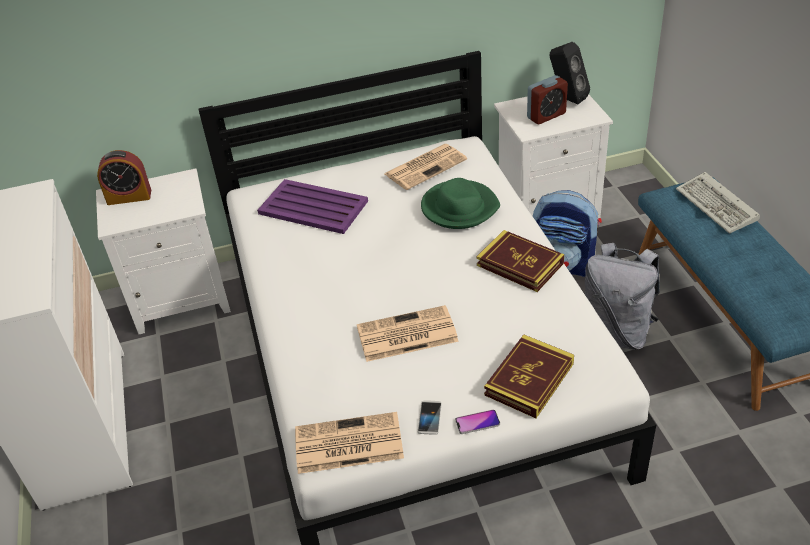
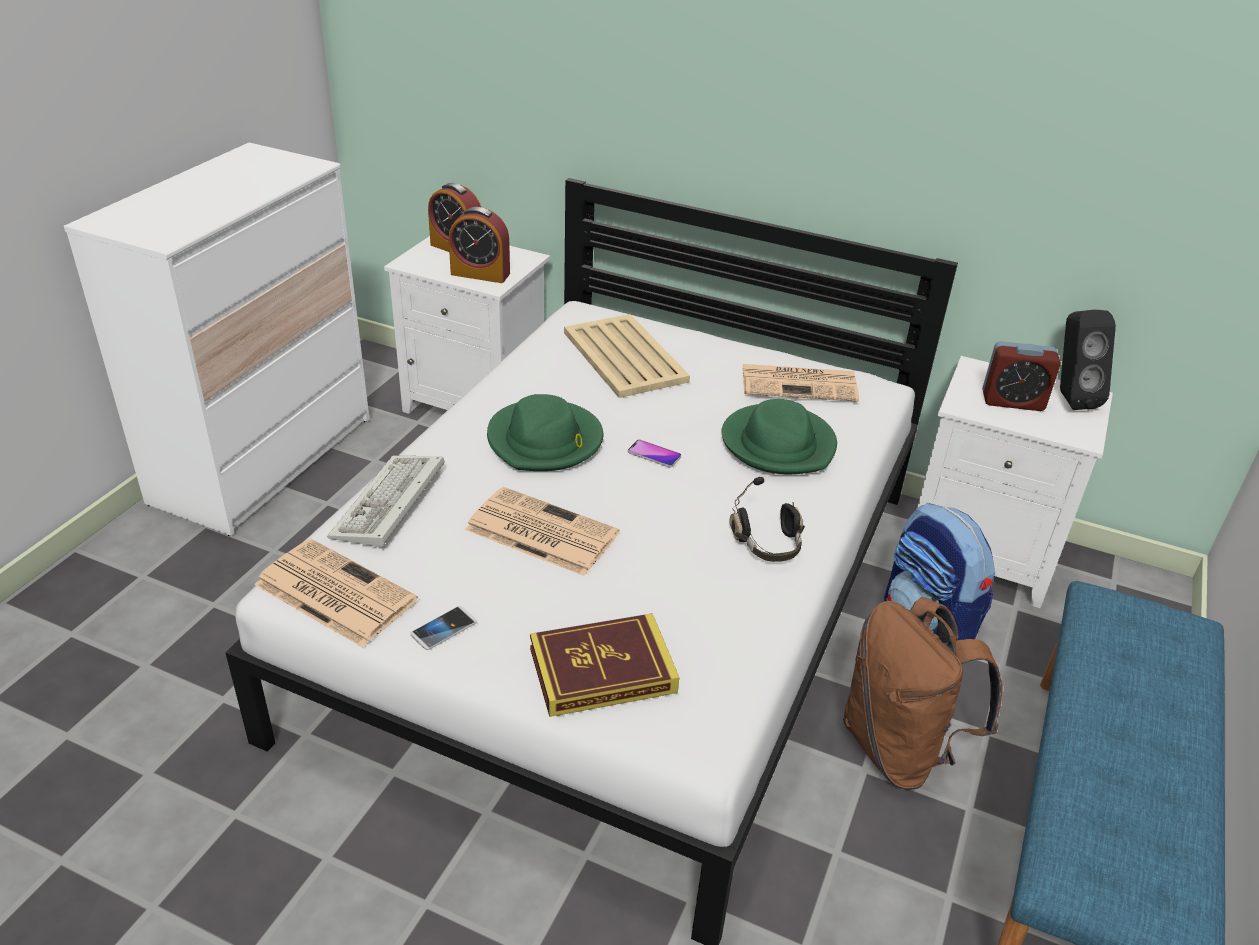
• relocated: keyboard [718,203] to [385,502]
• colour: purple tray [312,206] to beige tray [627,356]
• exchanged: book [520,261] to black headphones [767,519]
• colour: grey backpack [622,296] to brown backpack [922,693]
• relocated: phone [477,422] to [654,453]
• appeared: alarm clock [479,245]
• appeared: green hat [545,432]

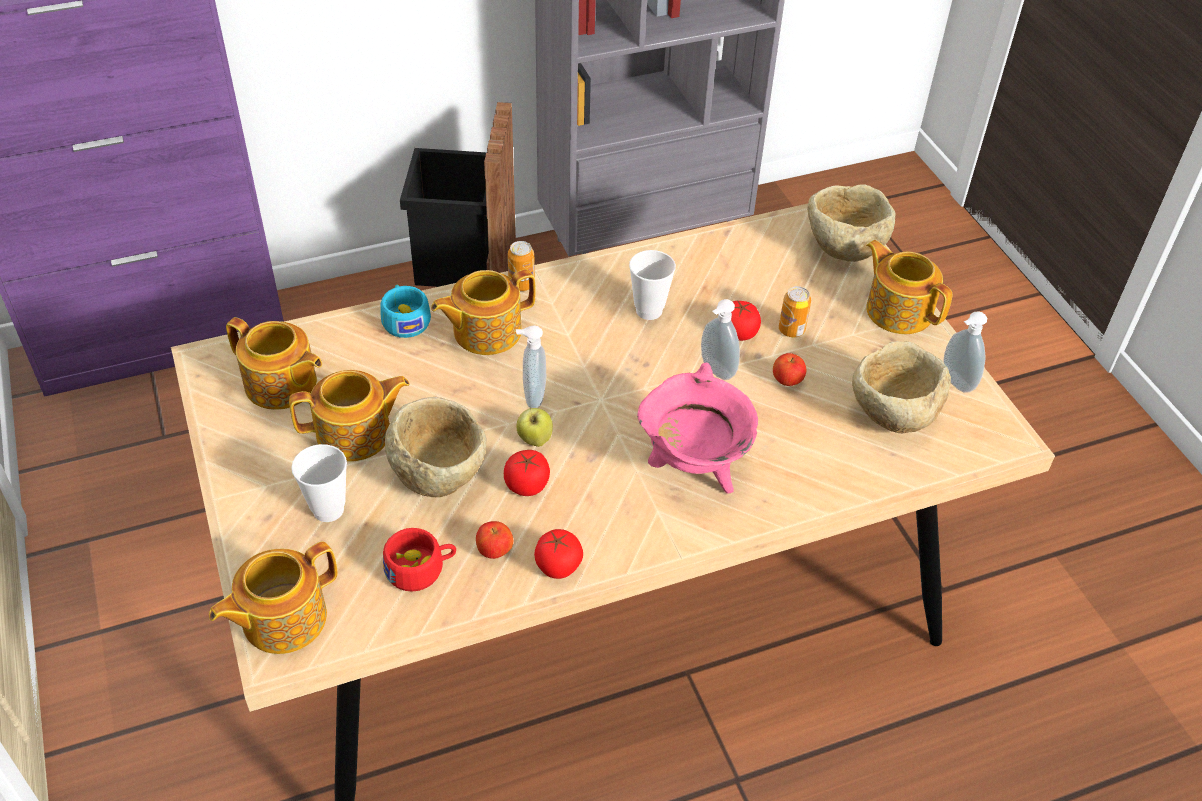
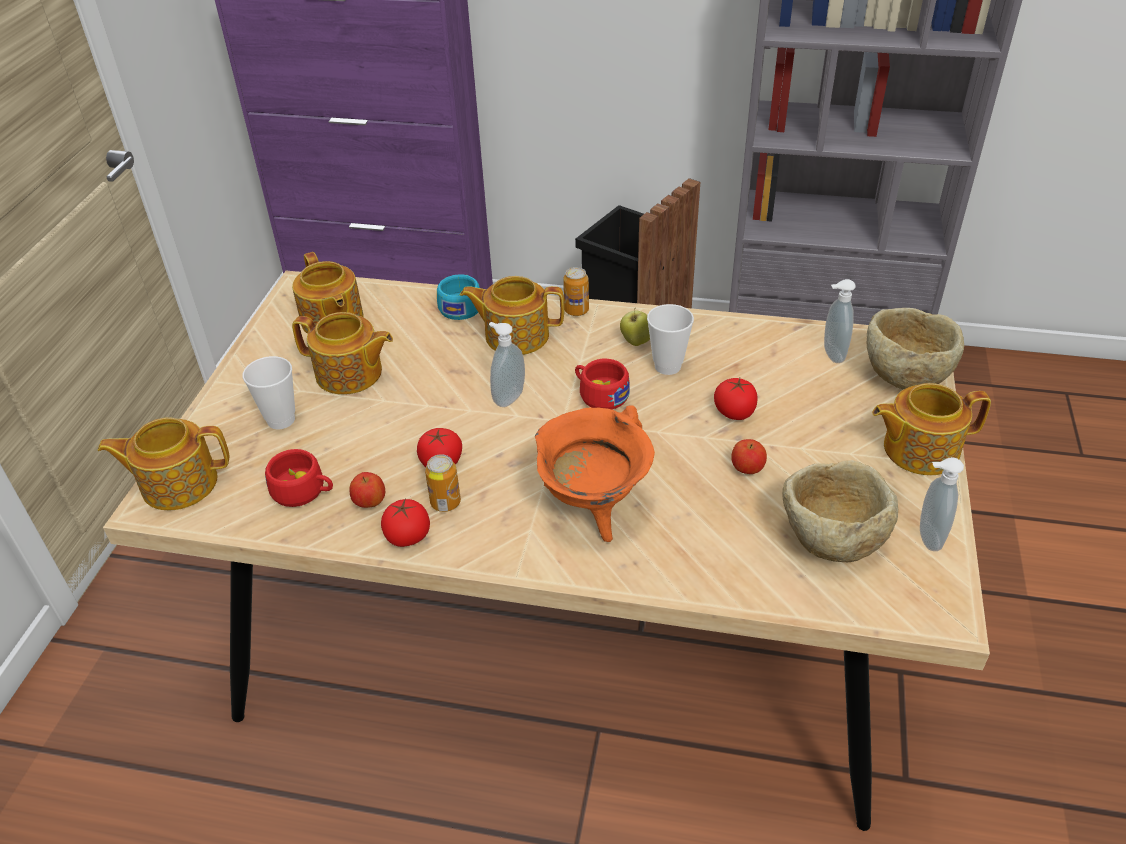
• spun: teapot [909,287] = [931,429] 90 degrees counterclockwise
• relocated: can [795,311] to [443,483]
• relocated: soap dispenser [720,339] to [840,321]
• colour: pink cooking pot [697,428] to orange cooking pot [595,473]
• missing: beige bowl [436,447]
• relocated: apple [535,427] to [635,326]
• appeared: red cup [602,384]

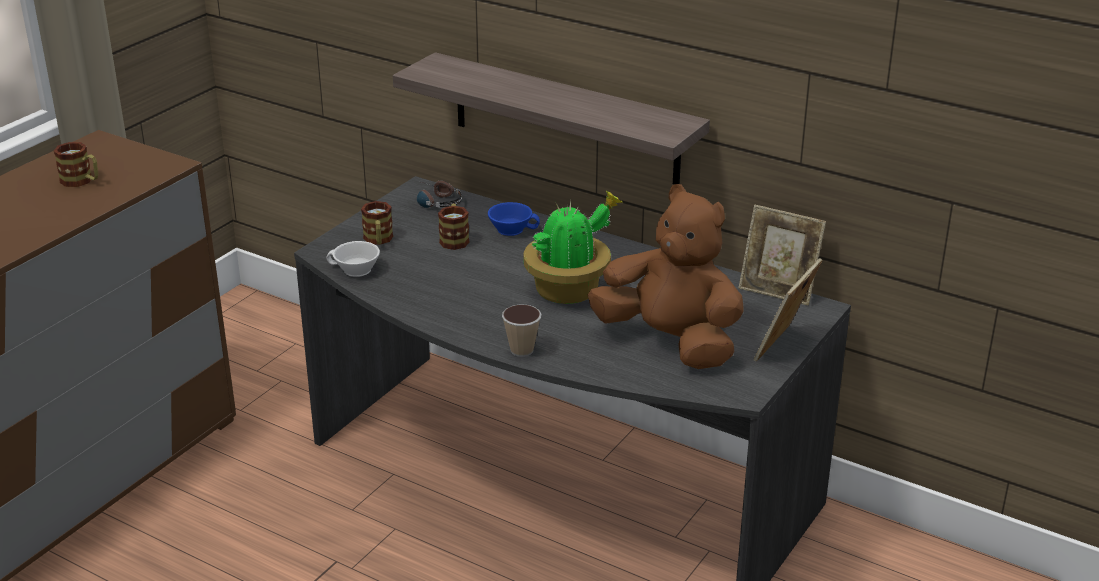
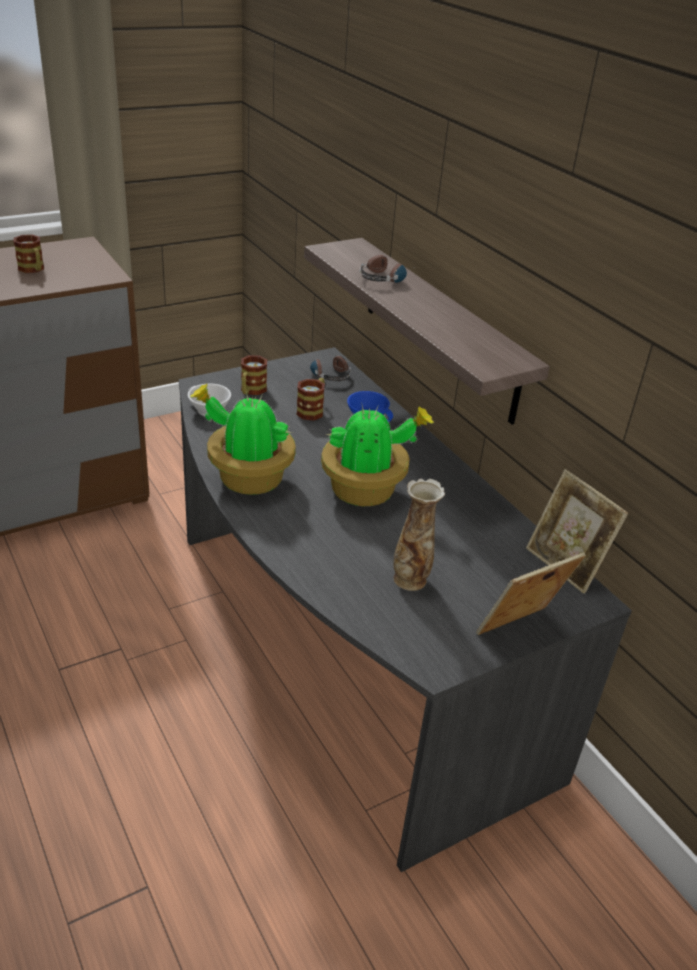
• exchanged: brown plush toy [666,276] to vase [419,535]
• missing: cup [521,330]
• appeared: headphones [387,269]
• appeared: potted plant [243,439]

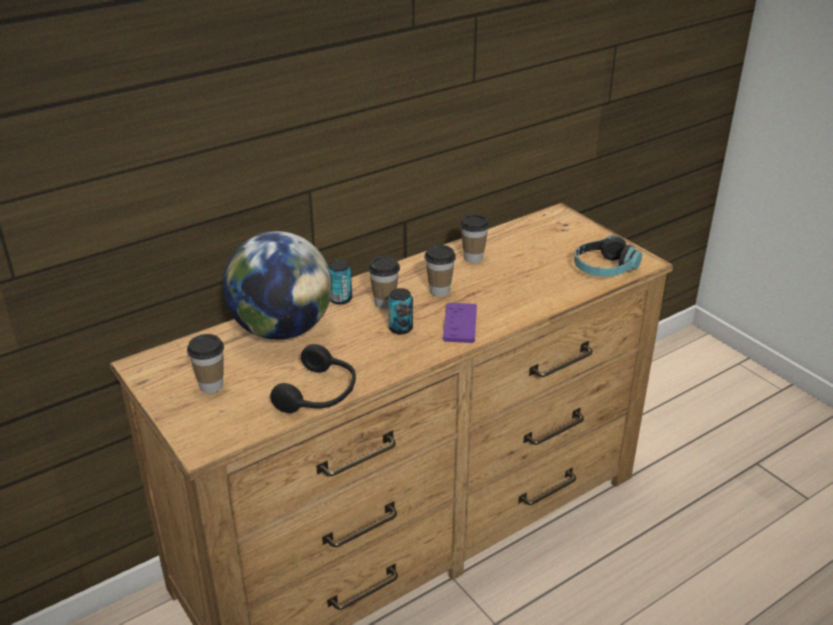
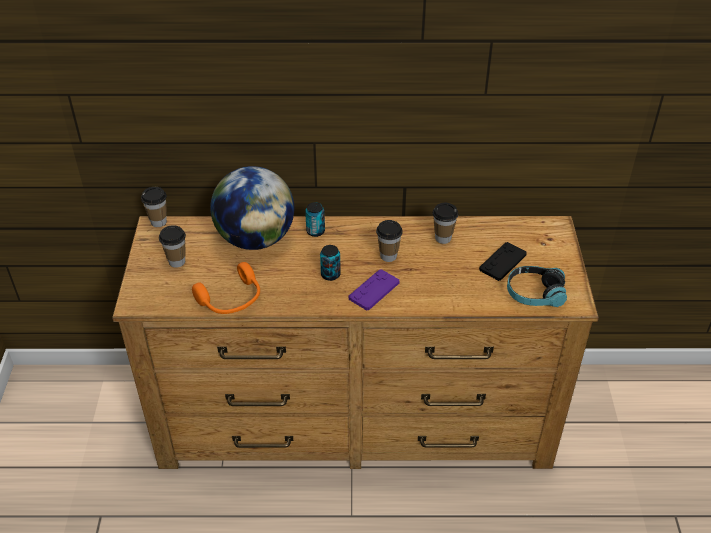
• relocated: cup [384,282] to [154,207]
• colour: black headphones [313,378] to orange headphones [226,288]
• appeared: black game controller [503,261]

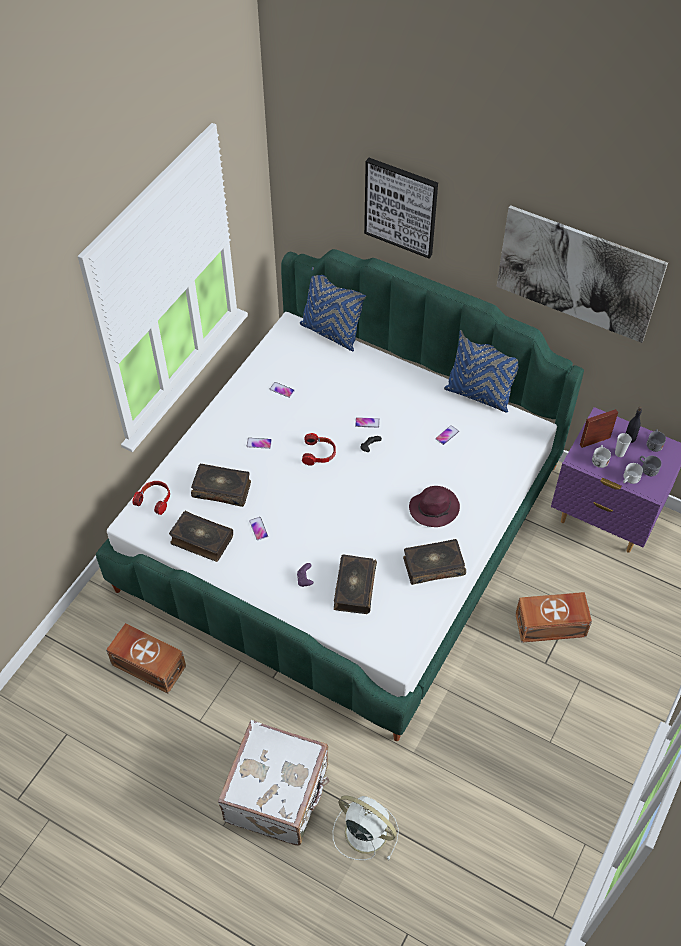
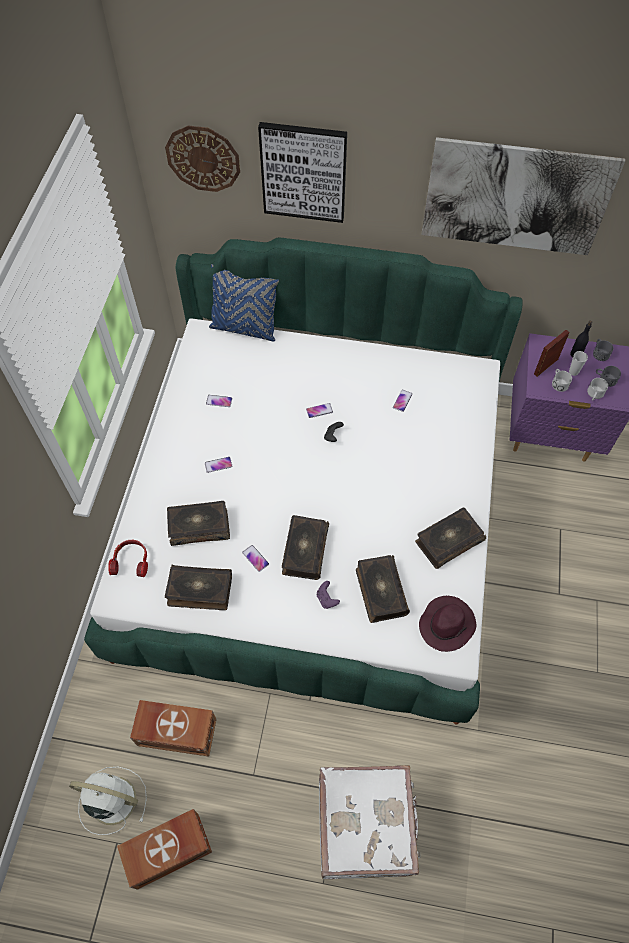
• missing: blue pillow [481,371]
• missing: headphones [319,449]
• relocated: purple hat [434,506] to [447,624]
• relocated: brown storage box [553,617] to [164,849]
• relocated: white fan [366,828] to [108,801]
• appeared: wall clock [202,158]
• appeared: book [305,547]

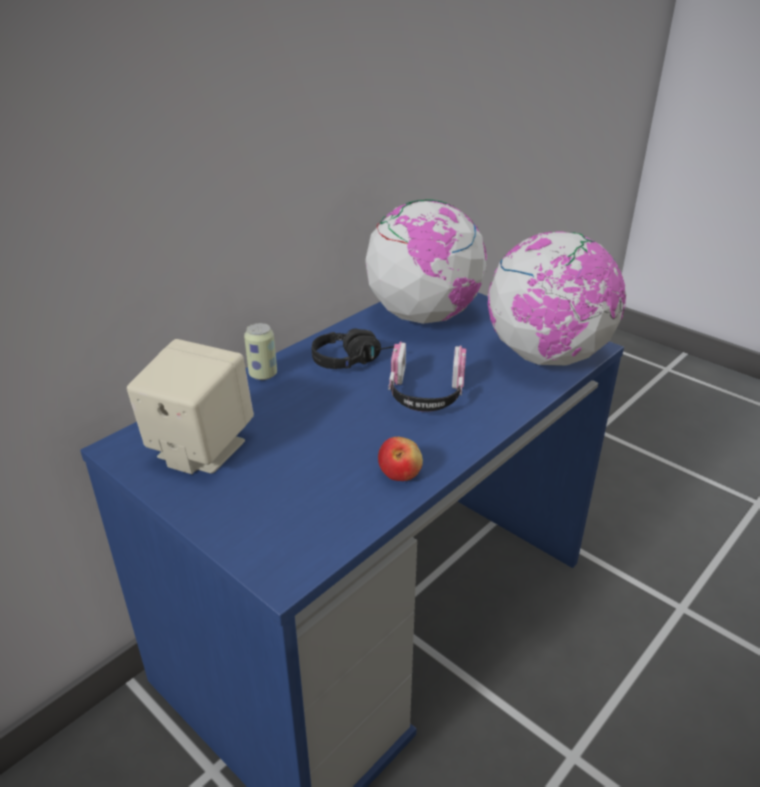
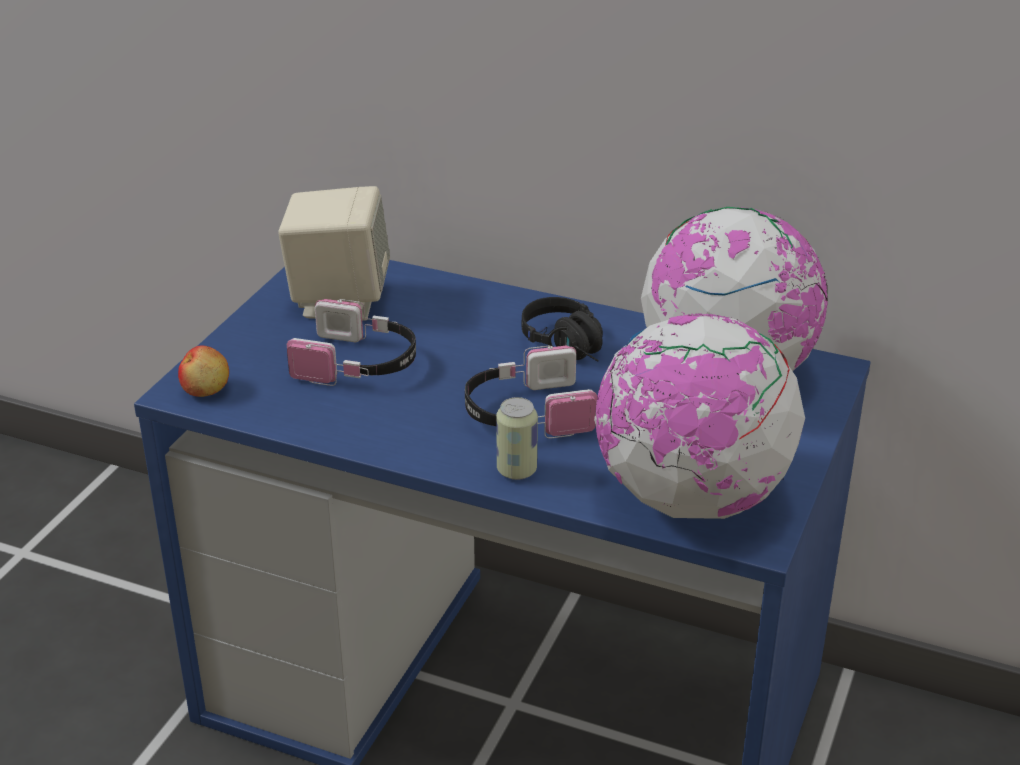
• relocated: can [260,351] to [517,438]
• relocated: apple [400,459] to [203,371]
• appeared: headphones [351,342]

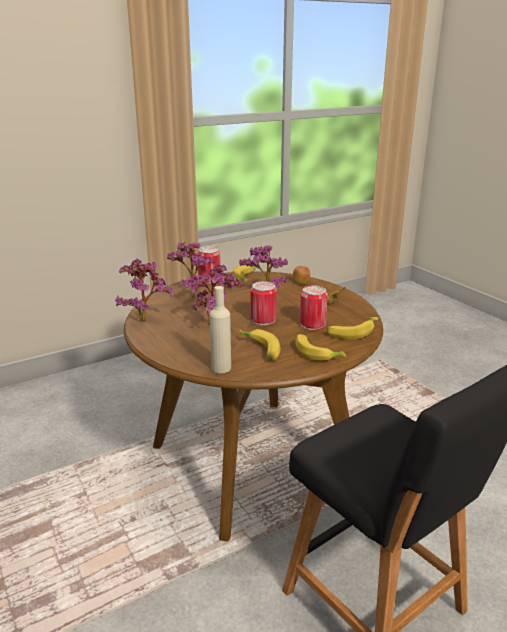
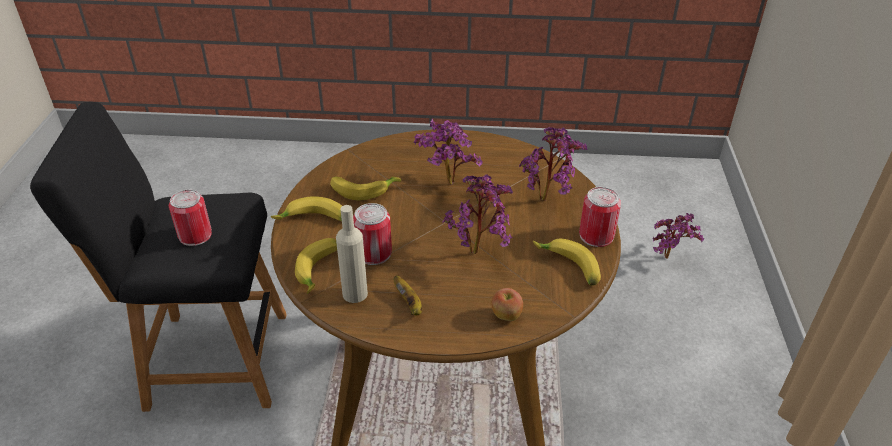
• relocated: potted plant [144,290] to [678,236]
• relocated: can [263,303] to [190,217]
• relocated: beige bottle [220,329] to [352,254]

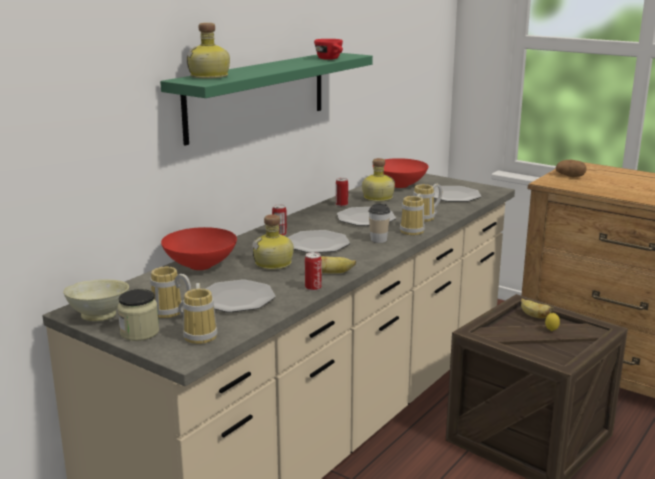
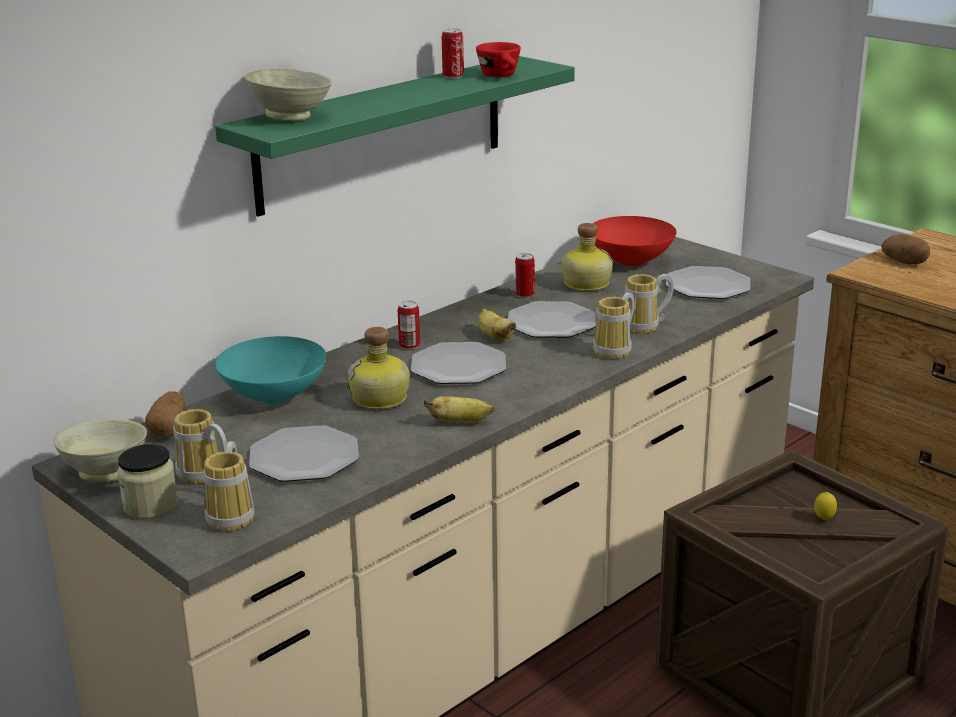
• exchanged: bottle [208,50] to beige bowl [288,95]
• missing: cup [379,223]
• colour: red bowl [199,248] to turquoise bowl [271,370]
• relocated: can [313,271] to [453,53]
• relocated: banana [537,308] to [497,324]
• appeared: potato [165,414]

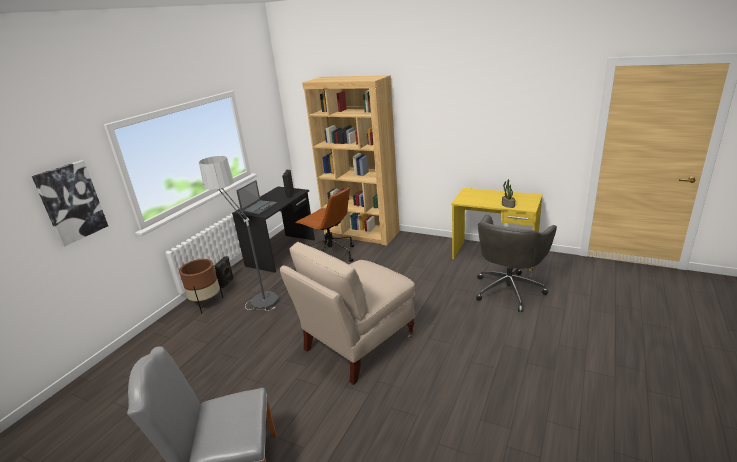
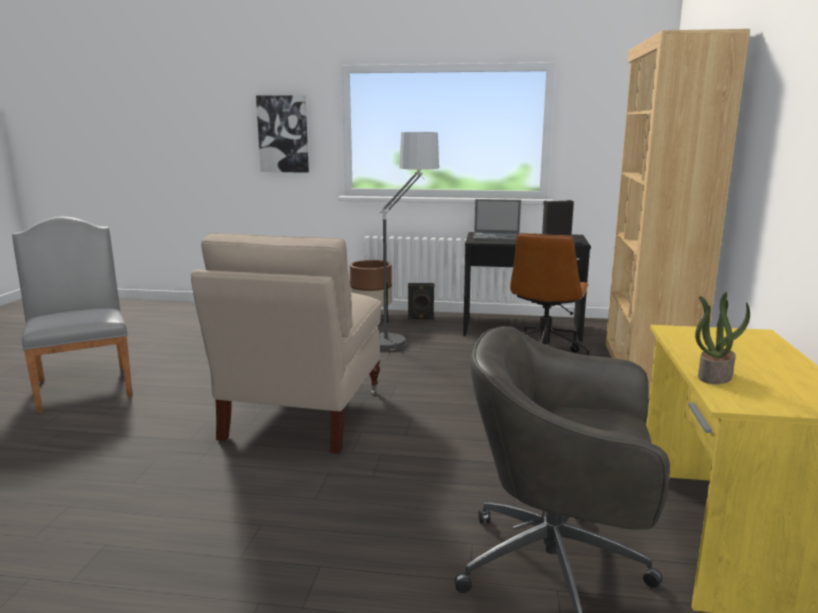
• spun: beige chair [347,313] = [286,343] 105 degrees counterclockwise

